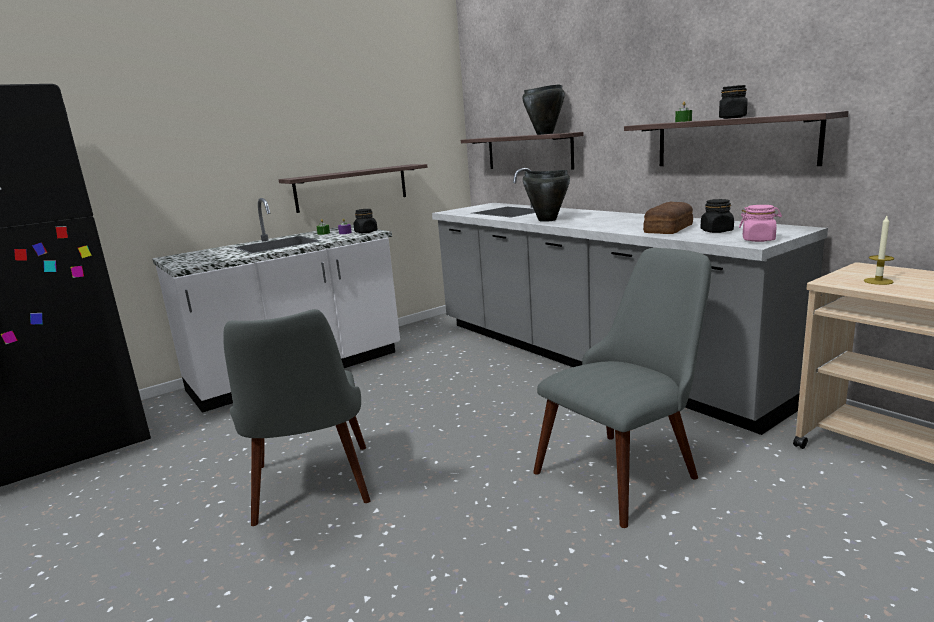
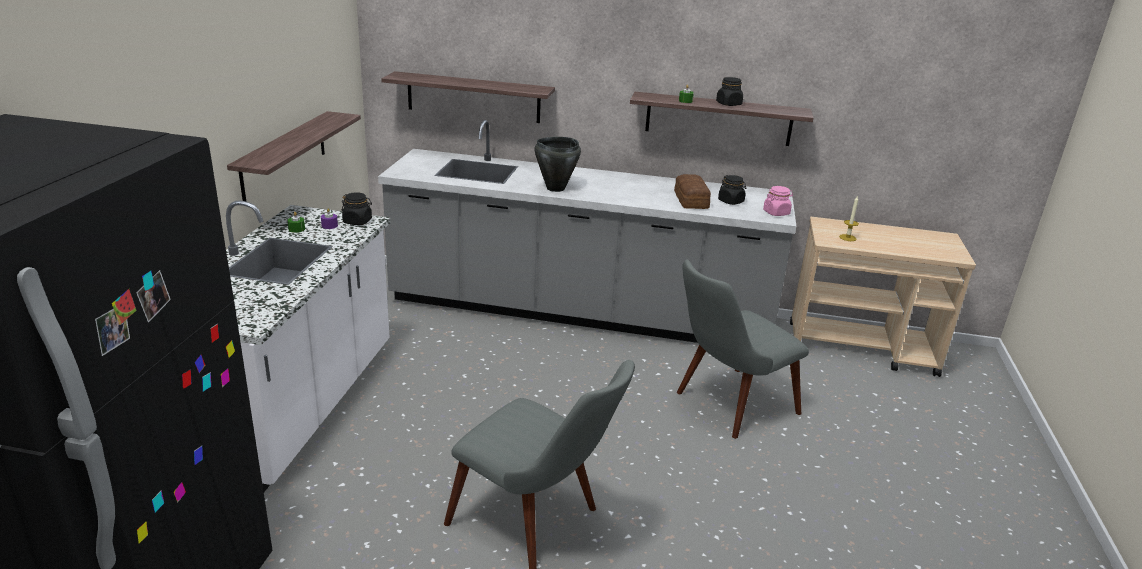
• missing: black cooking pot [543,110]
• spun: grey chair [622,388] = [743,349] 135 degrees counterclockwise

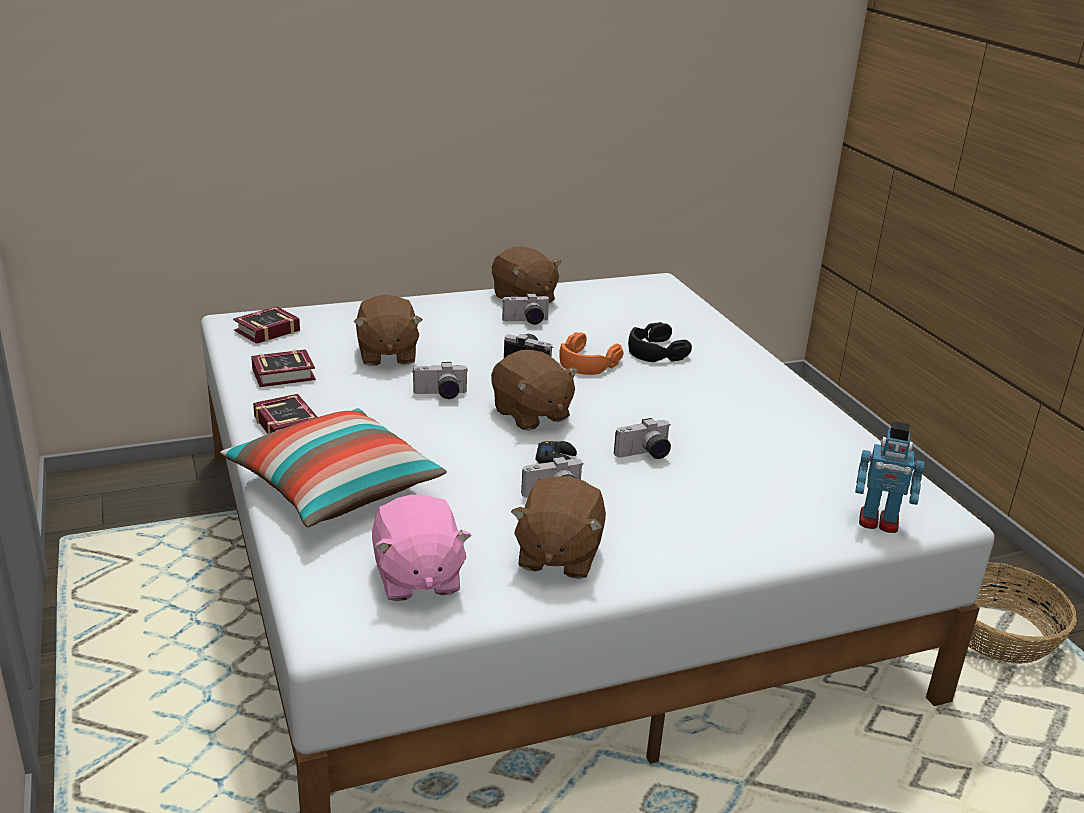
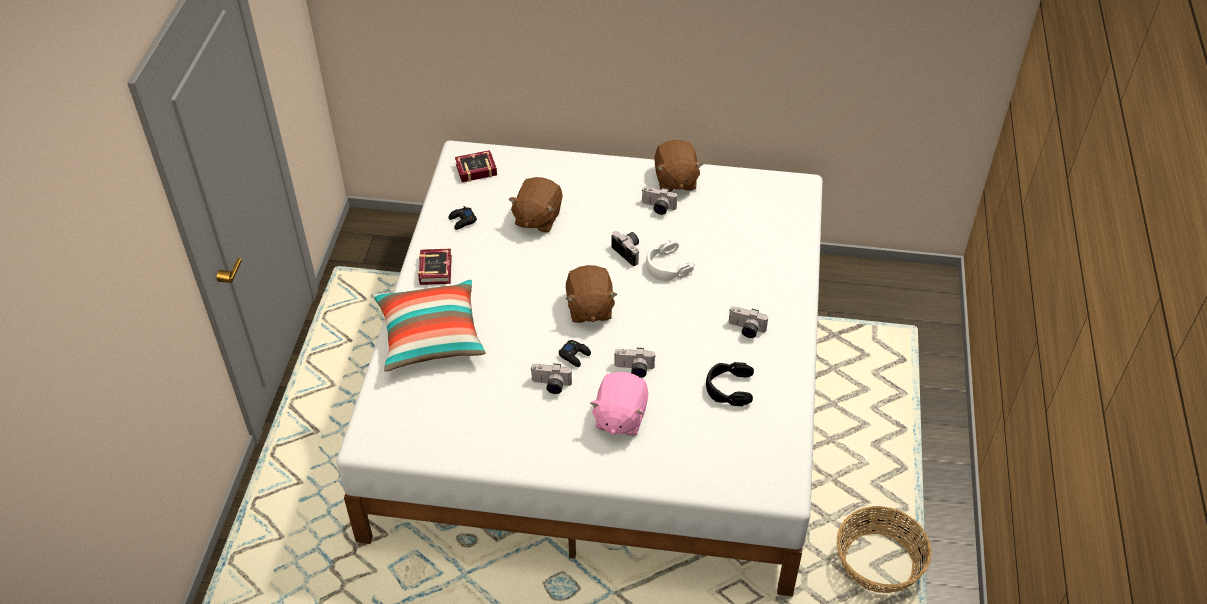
• relocated: black headphones [660,342] to [730,384]
• colour: orange headphones [591,353] to white headphones [670,260]
• exchanged: book [283,368] to black game controller [462,218]
• relocated: photo camera [440,380] to [748,322]
• missing: toy robot [890,477]
• missing: brown plush toy [558,527]
• relocated: pink plush toy [422,548] to [619,404]

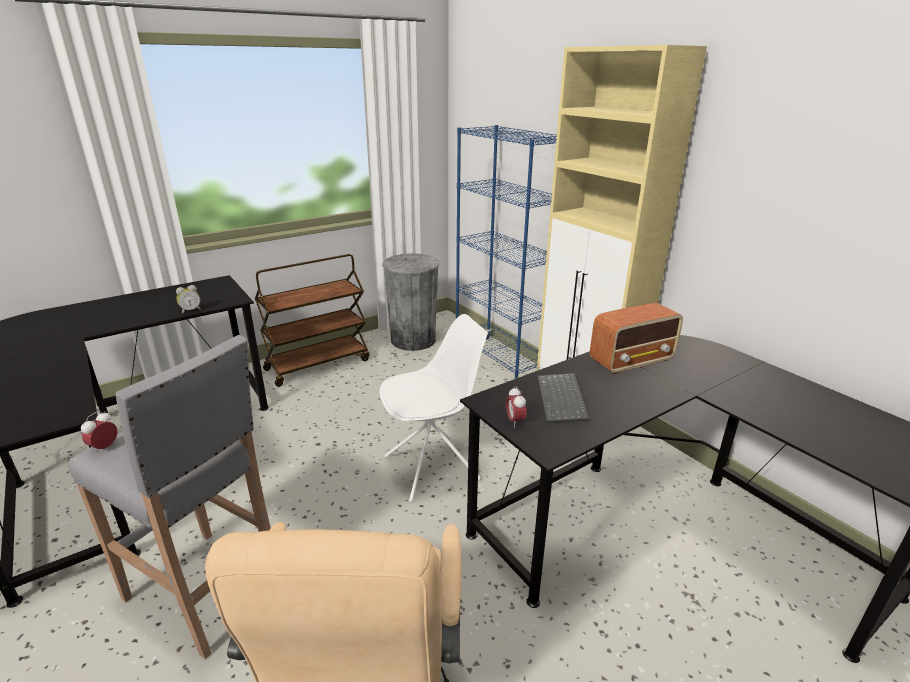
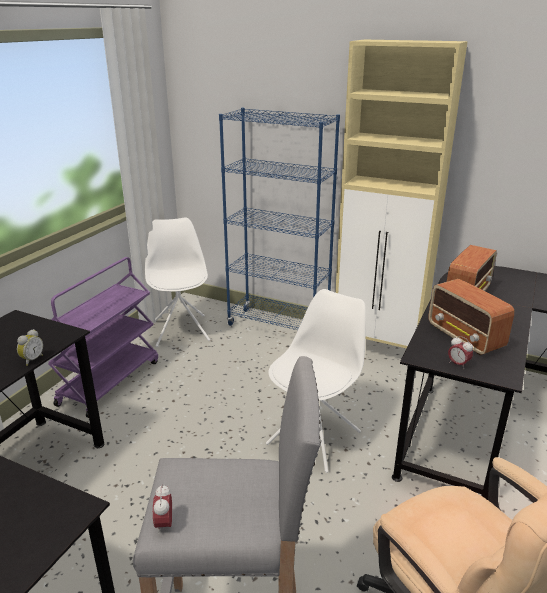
• exchanged: grey trash can [410,302] to white chair [177,282]
• colour: brown cart [312,320] to purple cart [103,337]
• exchanged: keyboard [563,398] to radio [471,317]

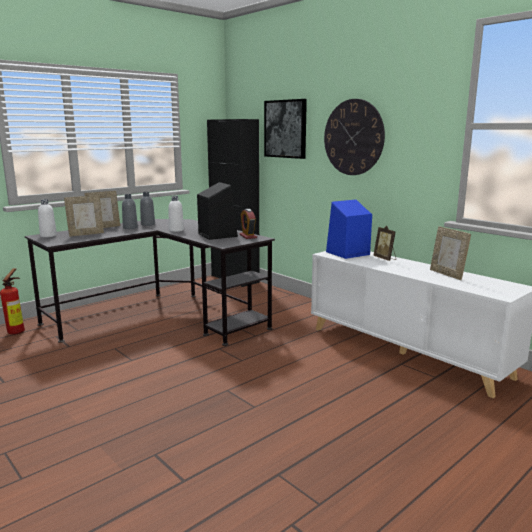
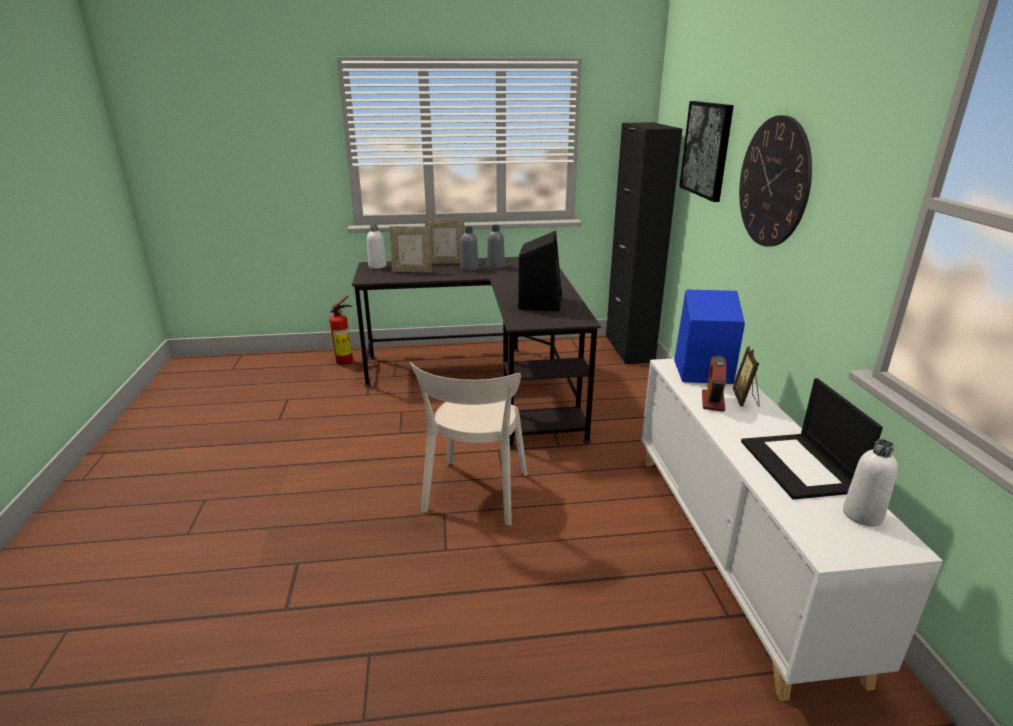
• relocated: white bottle [176,214] to [870,482]
• relocated: alarm clock [248,224] to [714,383]
• exchanged: picture frame [450,253] to laptop [812,439]
• appeared: beige chair [468,444]

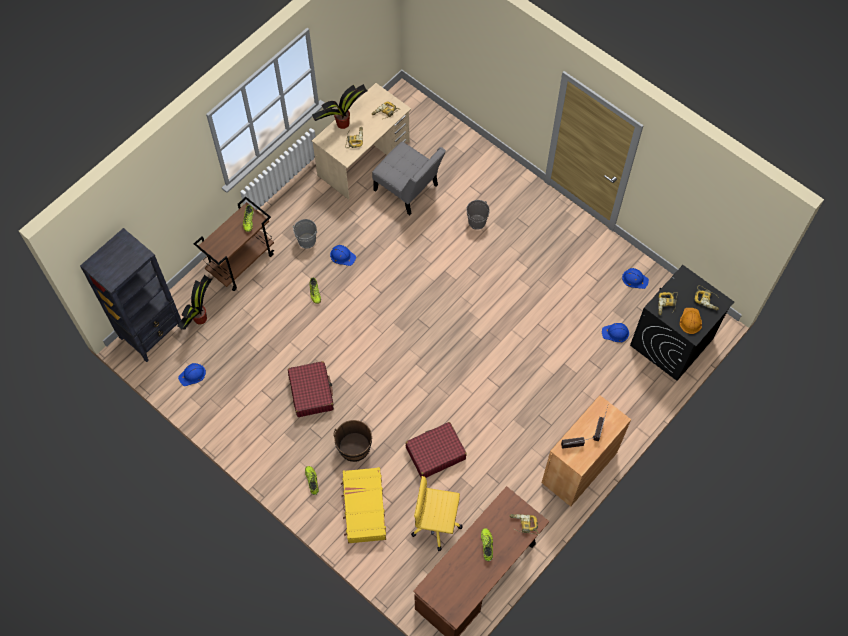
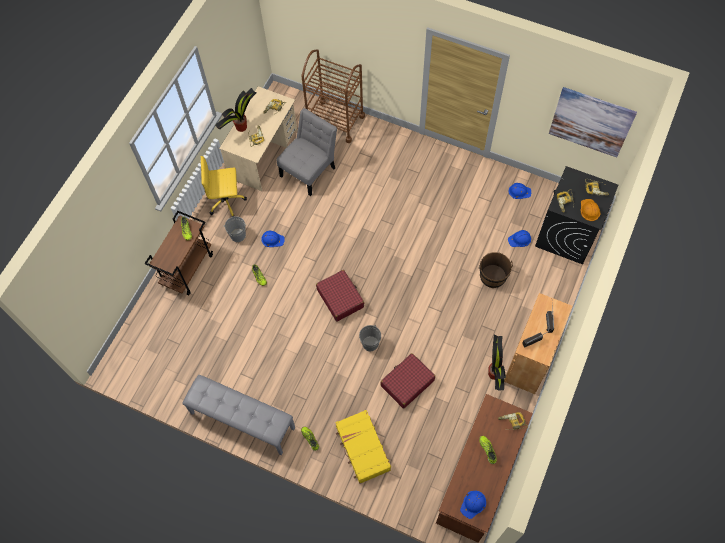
• spun: grey chair [409,178] = [307,152] 75 degrees counterclockwise
• relocated: grey bucket [478,215] to [370,338]
• missing: black bookcase [130,295]
• relocated: potted plant [195,302] to [497,363]
• relocated: red suitcase [311,389] to [340,296]
• relocated: blue hard hat [192,374] to [473,505]
• relocated: brown bucket [352,441] to [496,270]
• relocated: yellow office chair [436,513] to [223,186]
• appeared: brown cart [333,96]
• appeared: picture [593,122]
• appeared: grey bench [238,415]

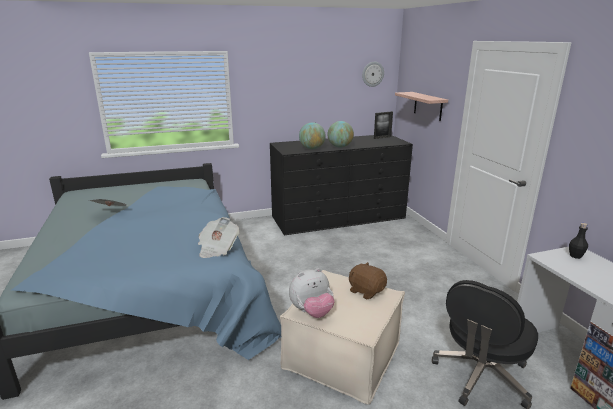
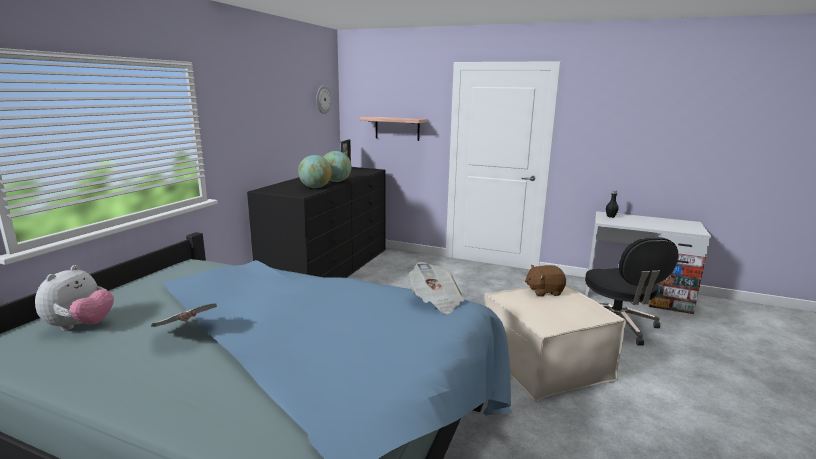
• relocated: plush toy [311,293] to [74,298]

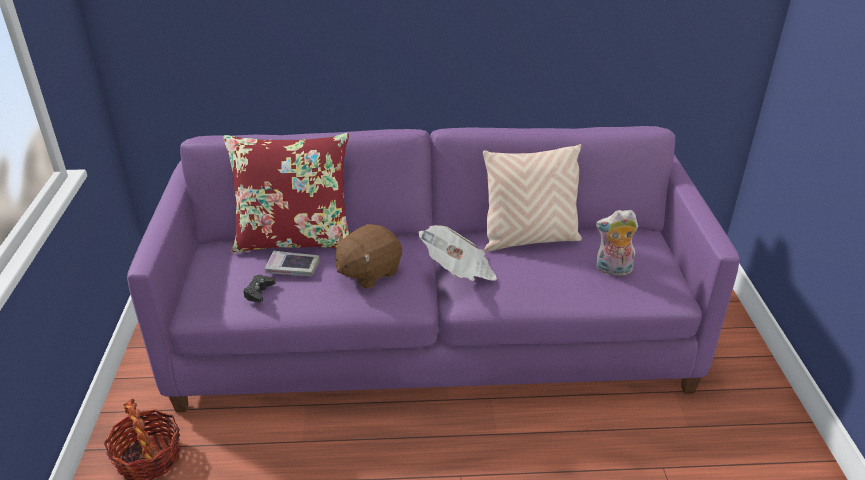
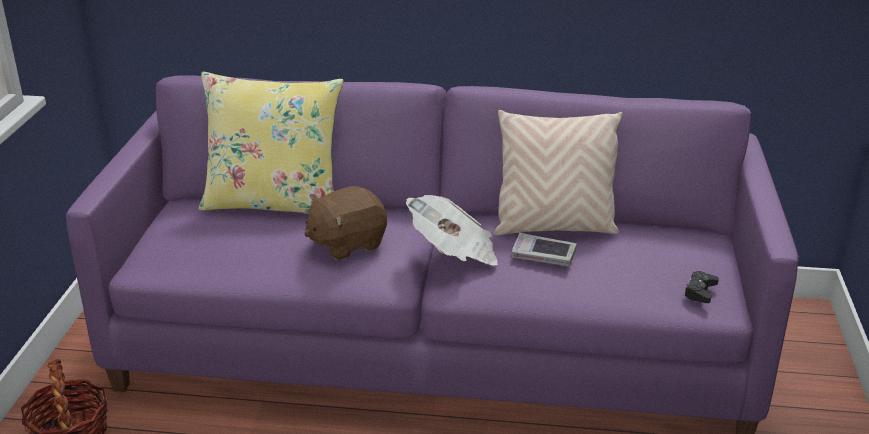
• colour: red pillow [286,193] to yellow pillow [271,143]
• missing: plush toy [617,243]
• relocated: book [292,263] to [544,249]
• relocated: black game controller [259,289] to [701,287]

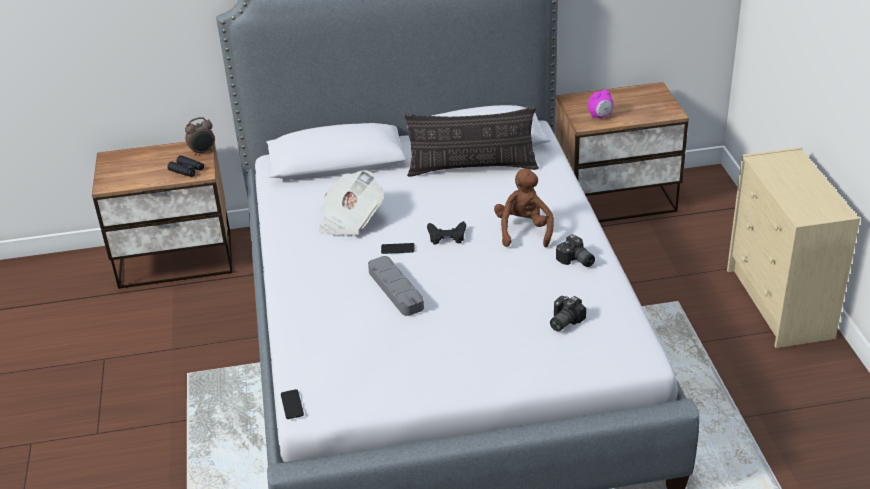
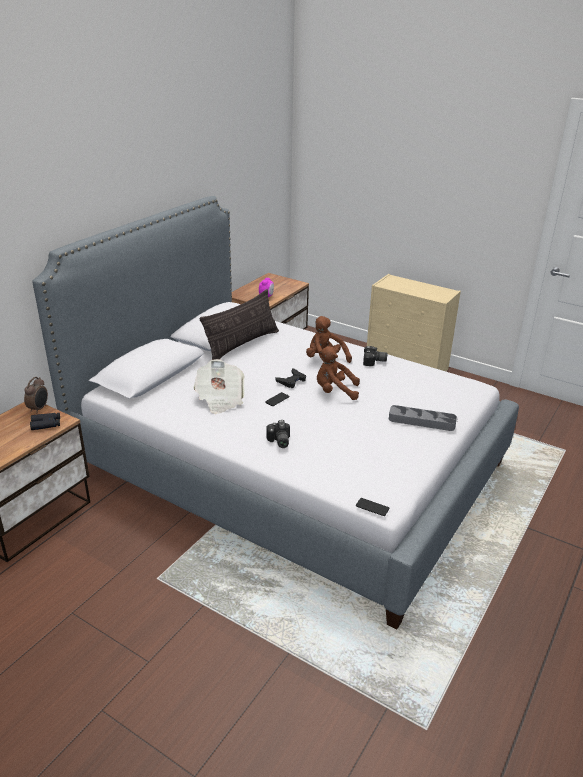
• relocated: grey tray [396,286] to [423,418]
• relocated: photo camera [568,313] to [278,434]
• appeared: brown plush toy [338,373]

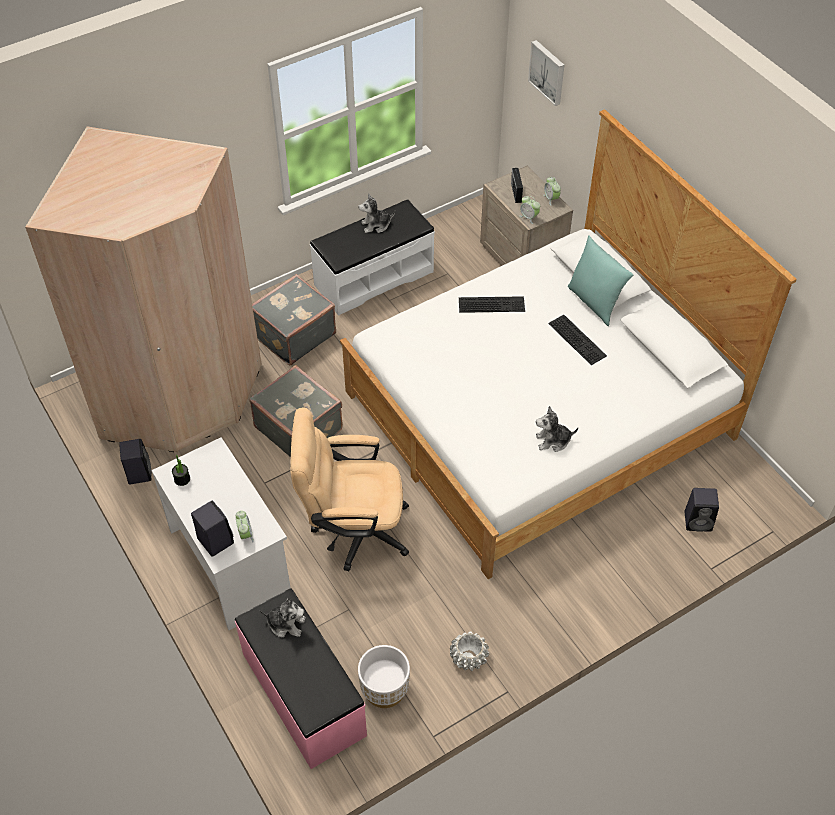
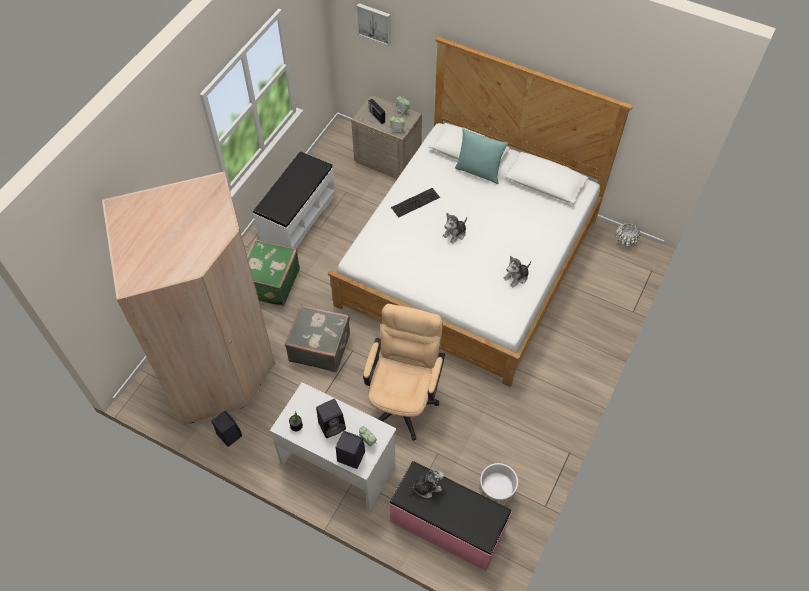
• relocated: plush toy [376,213] to [455,228]
• colour: grey suitcase [294,319] to green suitcase [273,272]
• missing: keyboard [577,340]
• spun: beige office chair [349,489] = [404,372] 135 degrees clockwise
• relocated: black speaker [702,510] to [331,418]
• relocated: white planter [469,651] to [628,234]

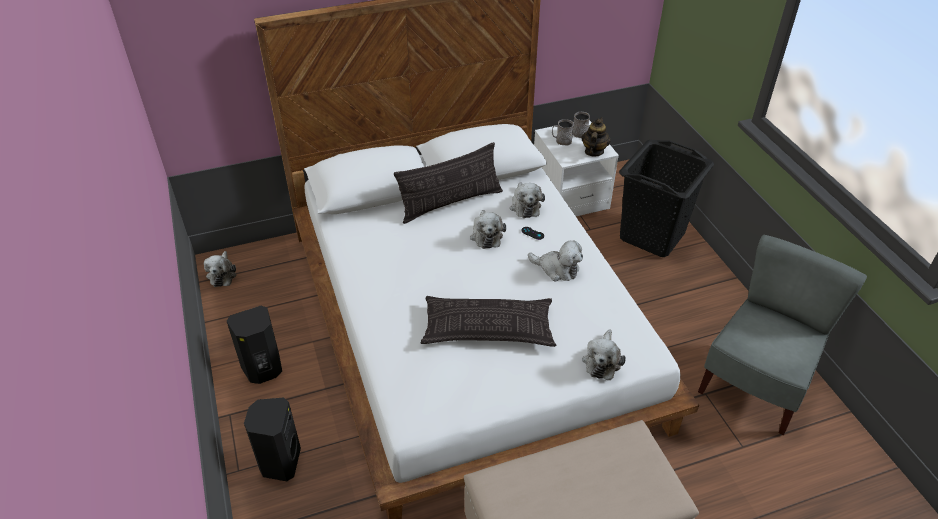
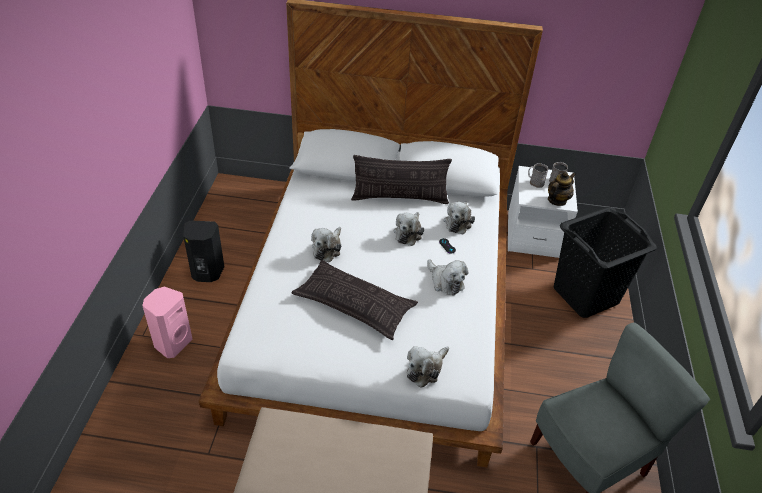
• relocated: plush toy [220,269] to [326,245]
• colour: black speaker [272,439] to pink speaker [167,322]

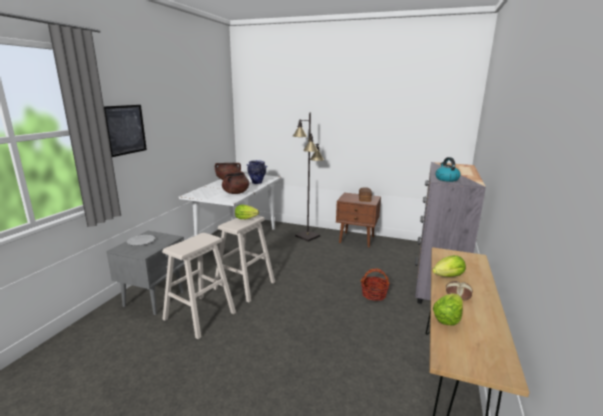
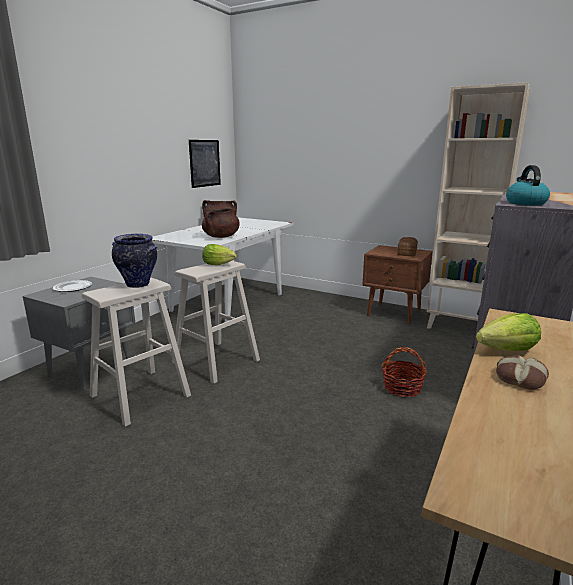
• relocated: picture [125,131] to [205,164]
• missing: black floor lamp [308,177]
• relocated: vase [257,172] to [134,261]
• missing: lettuce [448,309]
• appeared: beige bookcase [478,205]

